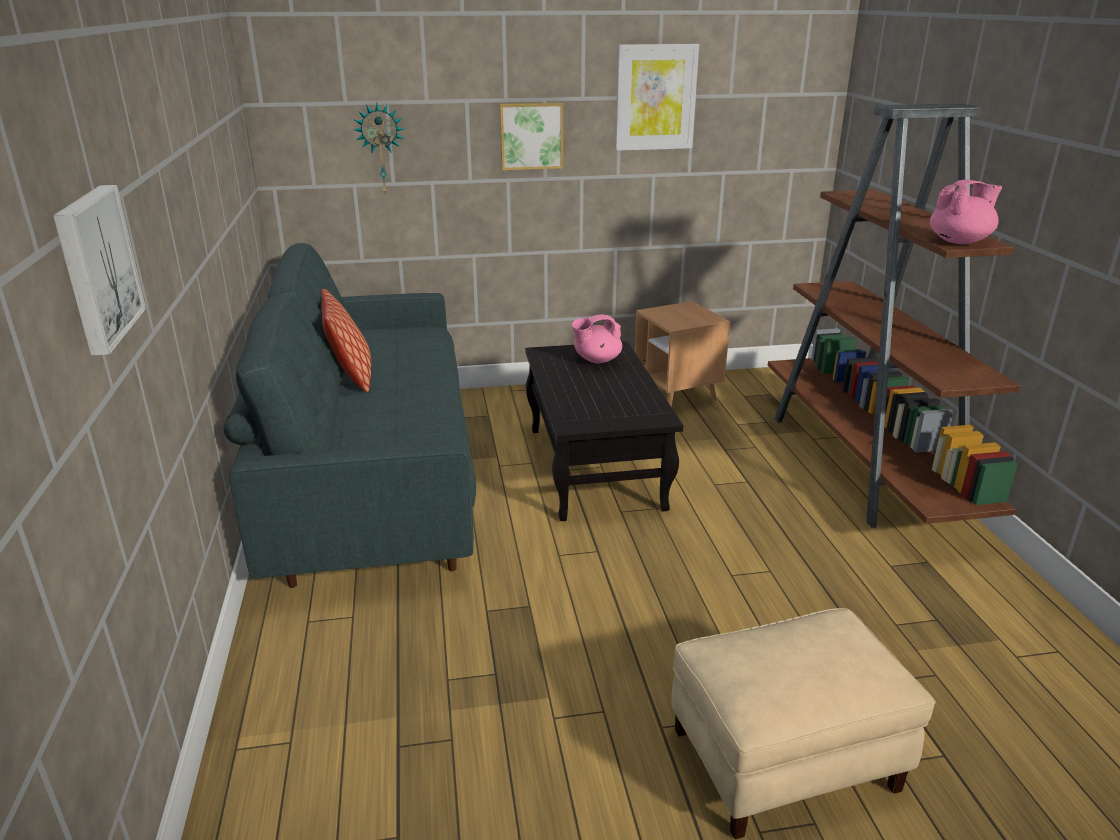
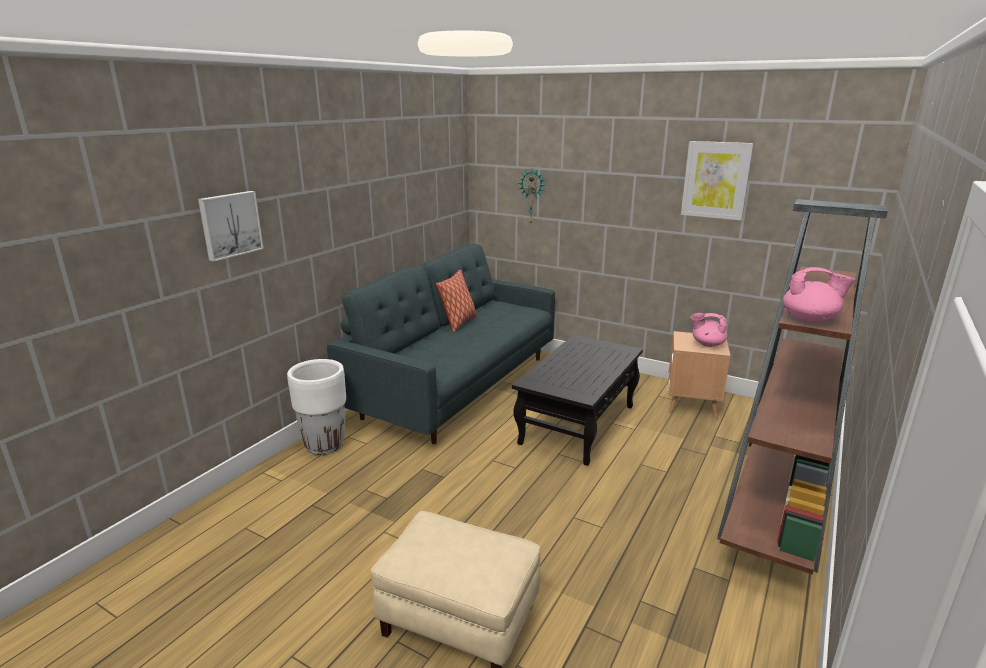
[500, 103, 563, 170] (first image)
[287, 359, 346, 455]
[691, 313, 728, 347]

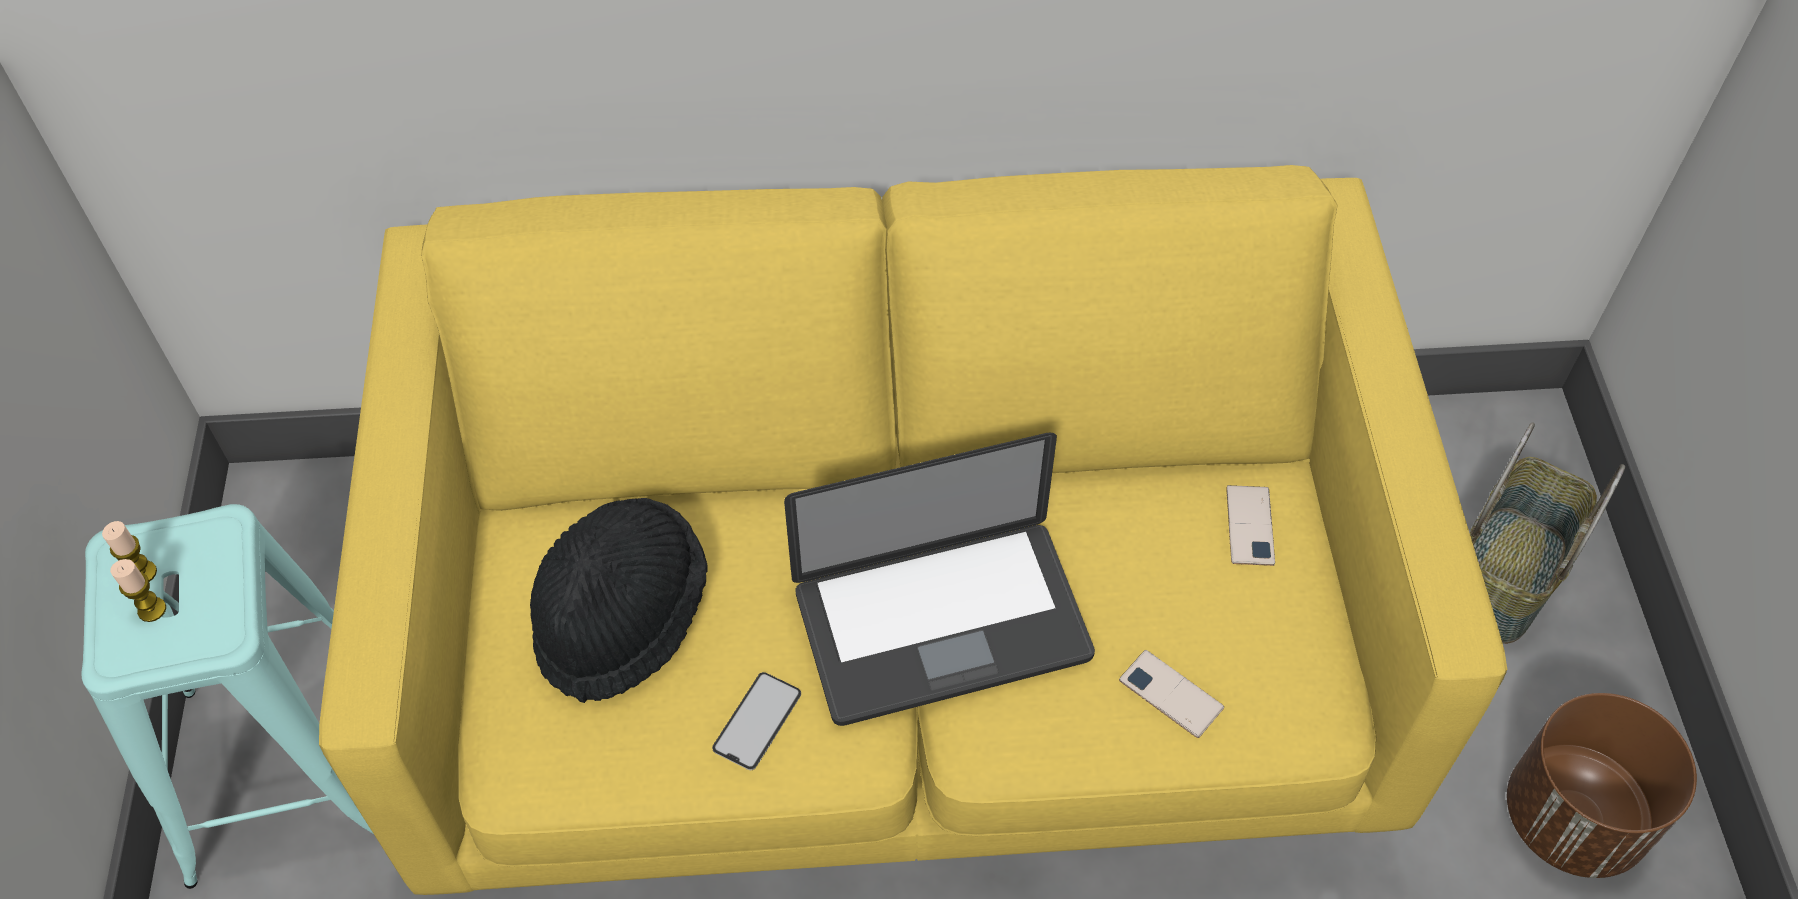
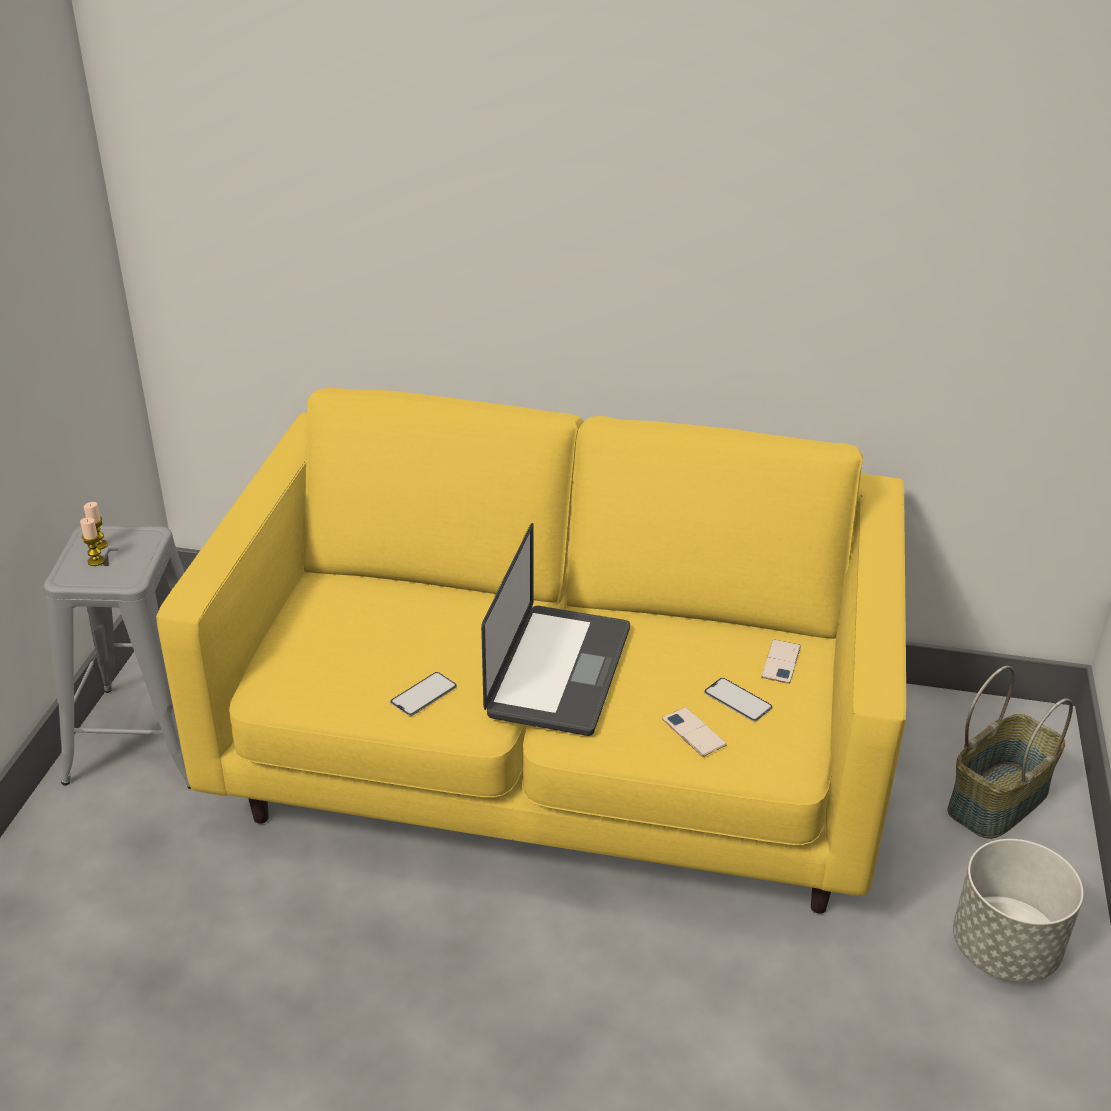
[530, 498, 708, 703] (first image)
[704, 678, 772, 722]
[44, 525, 191, 789]
[953, 839, 1084, 982]
[481, 523, 630, 736]

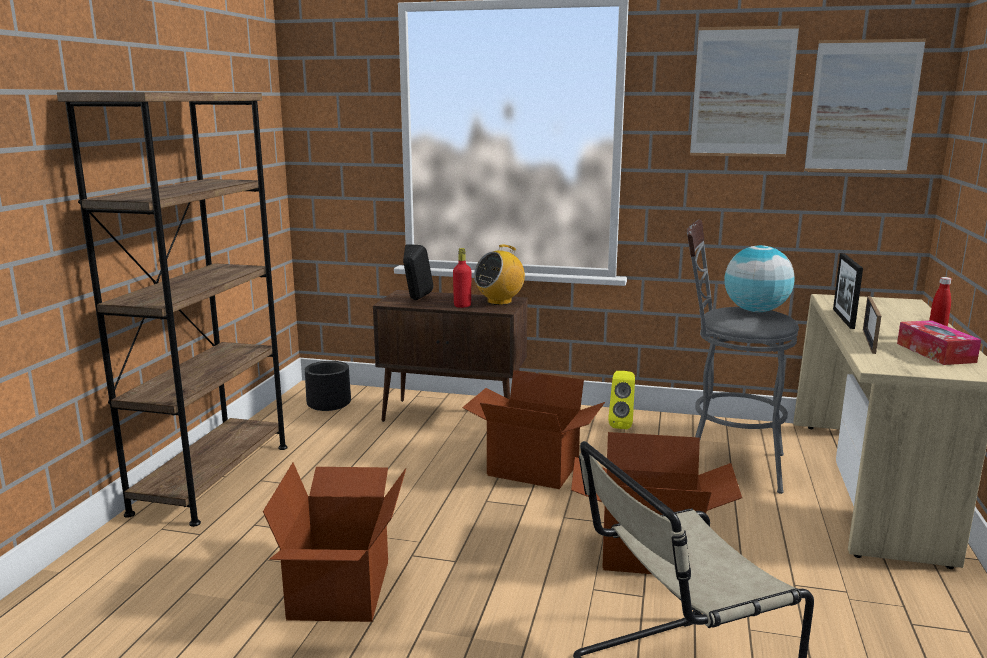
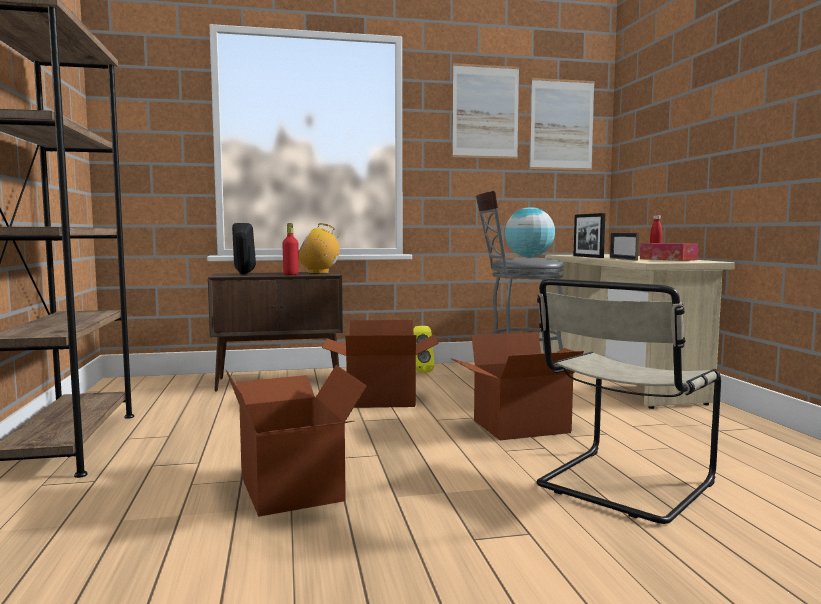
[305, 361, 351, 411] (first image)
[298, 223, 341, 274]

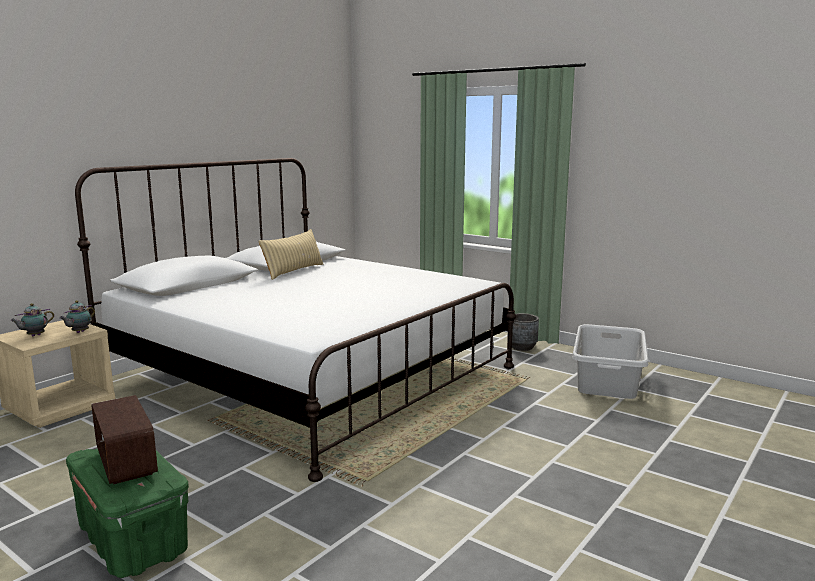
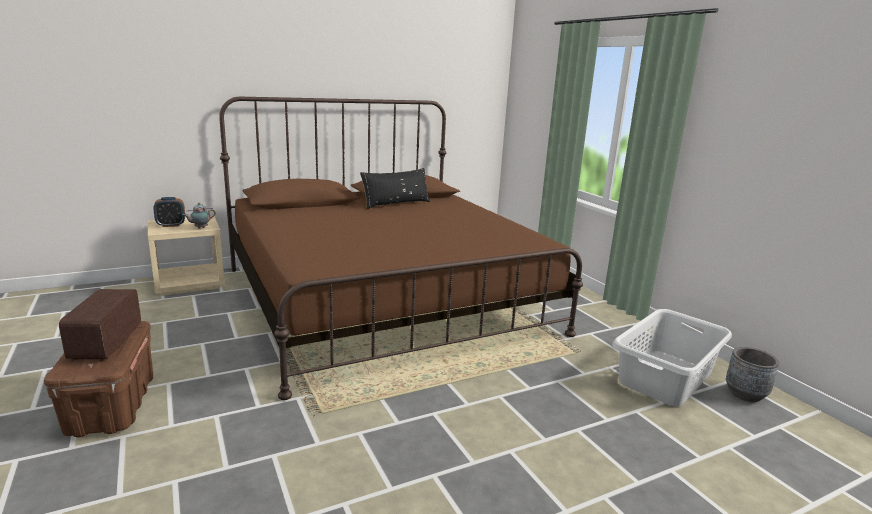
[726, 347, 779, 402]
[153, 197, 185, 227]
[44, 321, 153, 438]
[219, 97, 583, 400]
[360, 168, 430, 209]

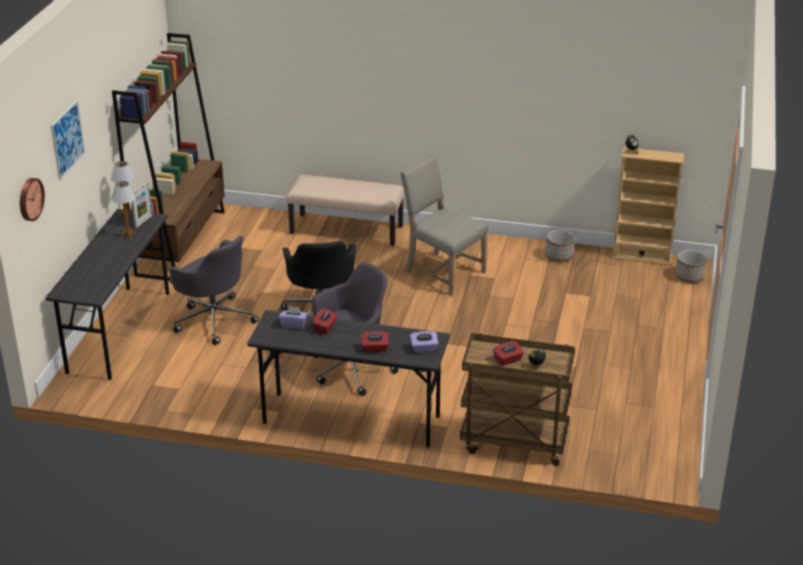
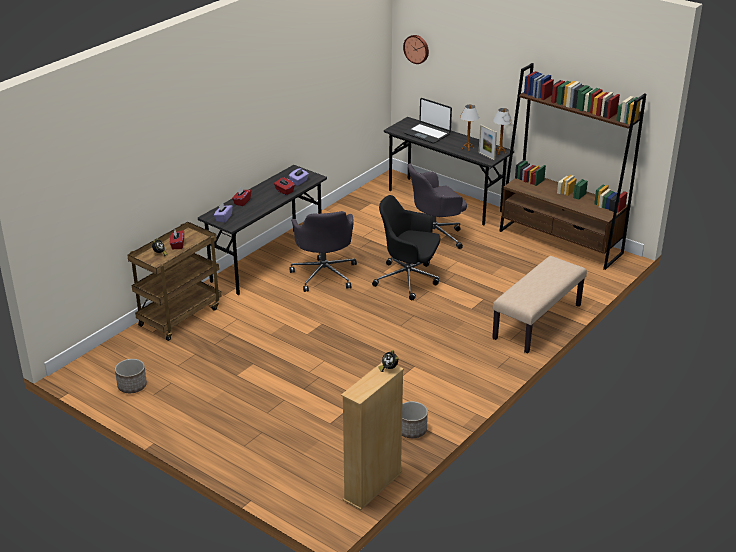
[51, 100, 85, 180] (first image)
[400, 155, 489, 296] (first image)
[403, 98, 452, 143]
[115, 359, 147, 393]

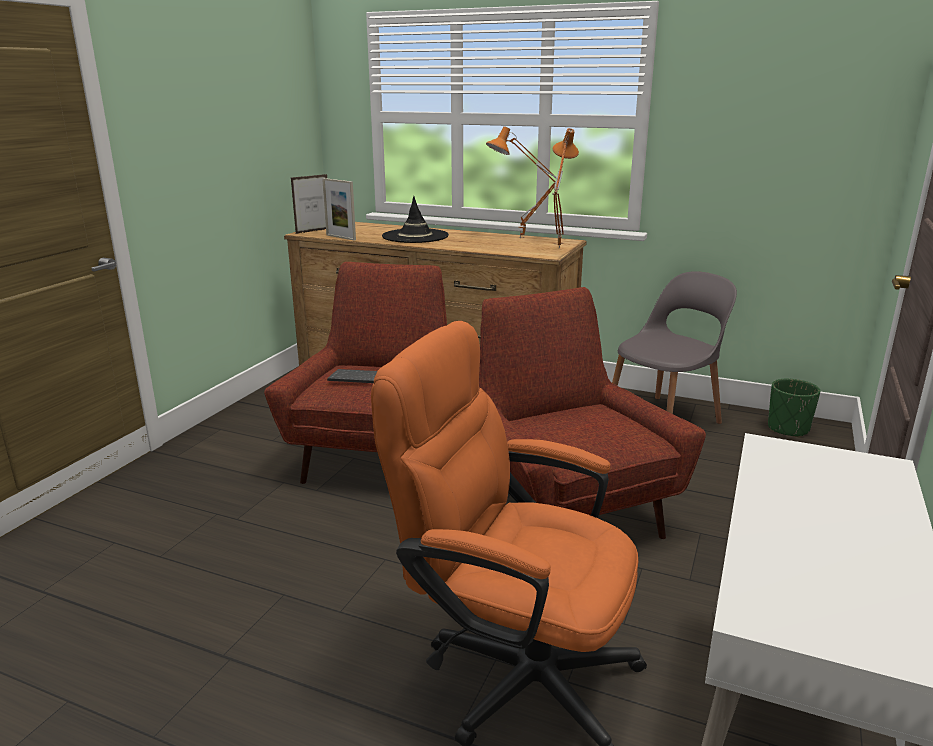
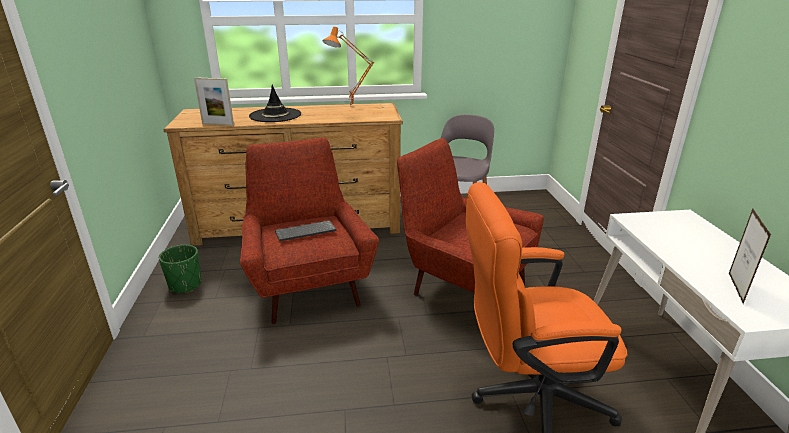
[552, 128, 579, 248] (first image)
[729, 208, 771, 304]
[159, 245, 202, 293]

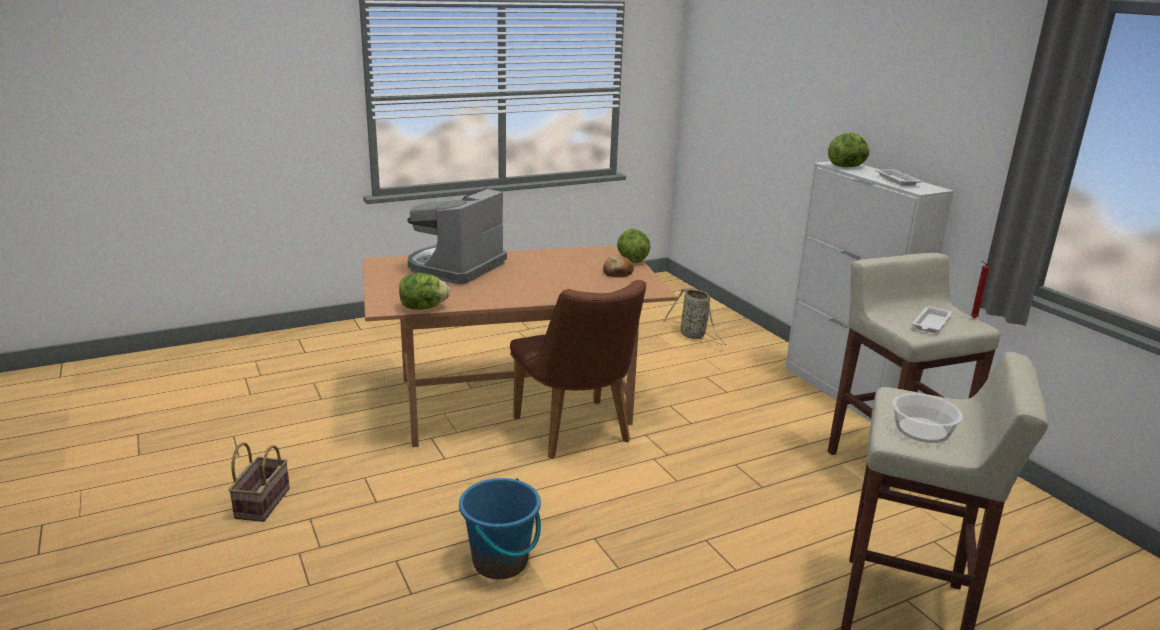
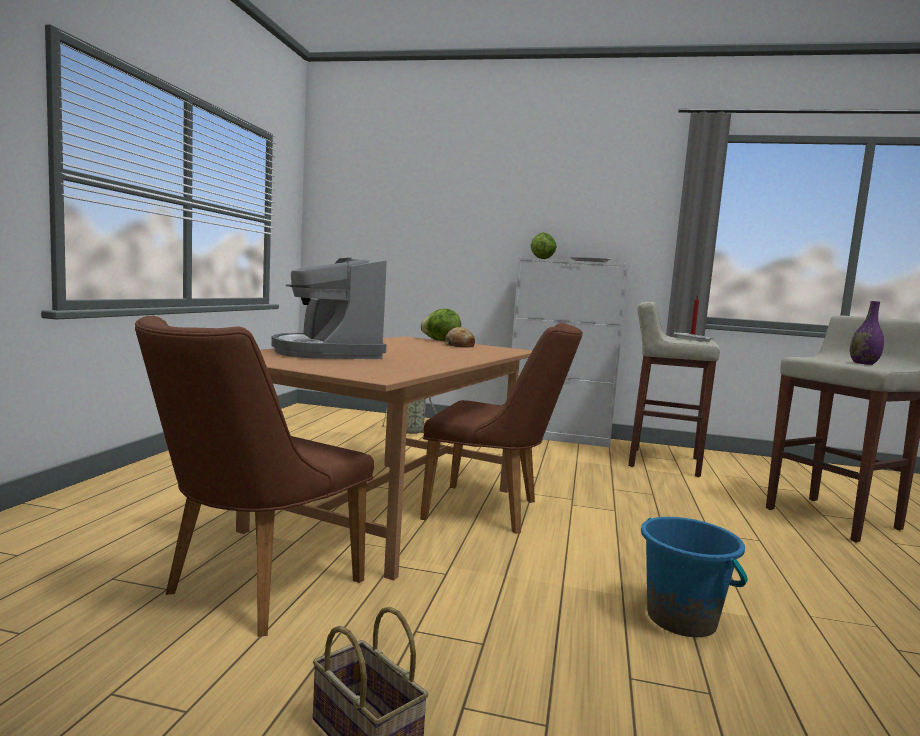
[399, 273, 450, 310] (first image)
[135, 316, 374, 637]
[850, 301, 884, 365]

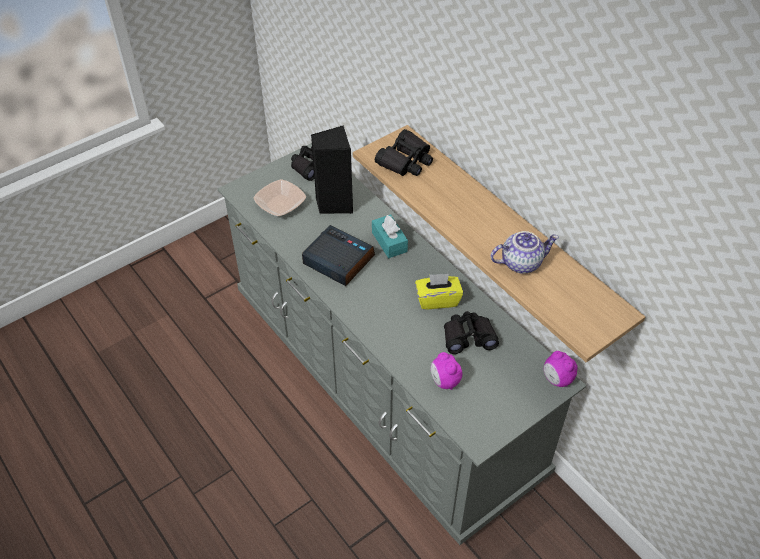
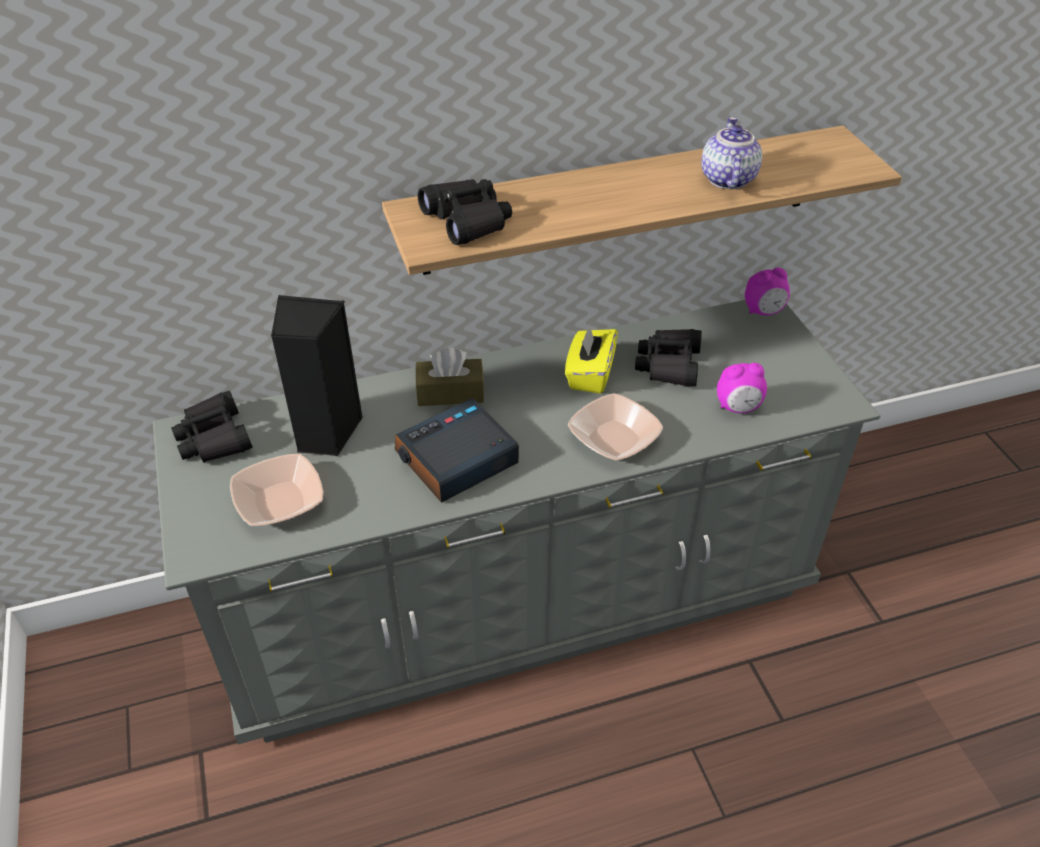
[568, 393, 663, 461]
[416, 348, 485, 406]

